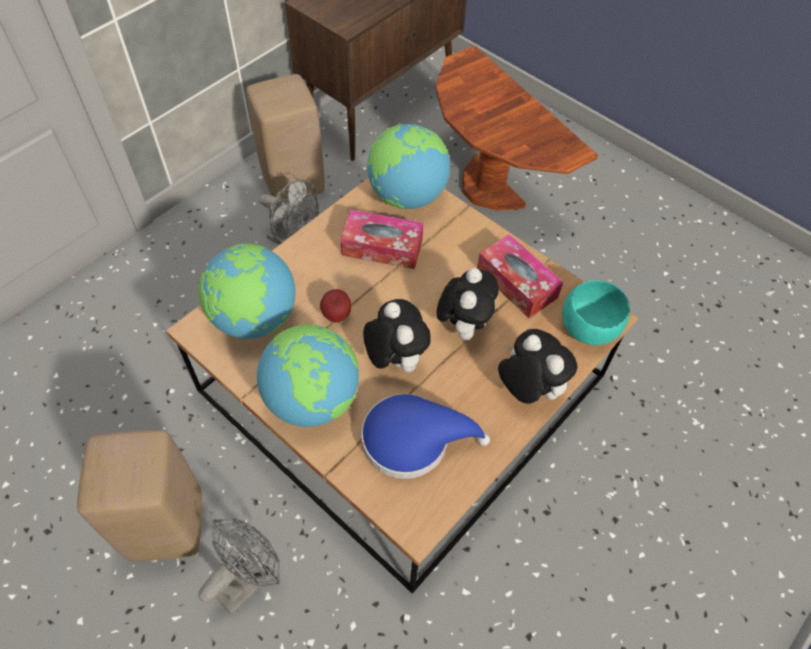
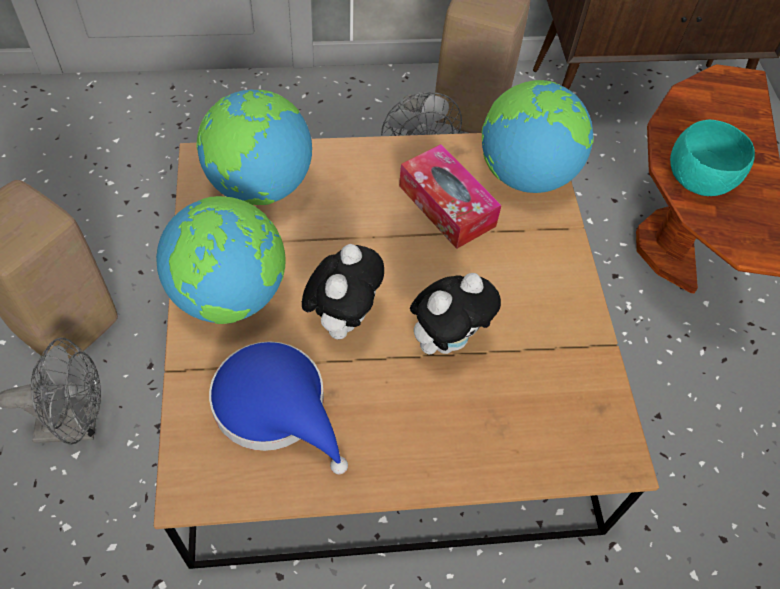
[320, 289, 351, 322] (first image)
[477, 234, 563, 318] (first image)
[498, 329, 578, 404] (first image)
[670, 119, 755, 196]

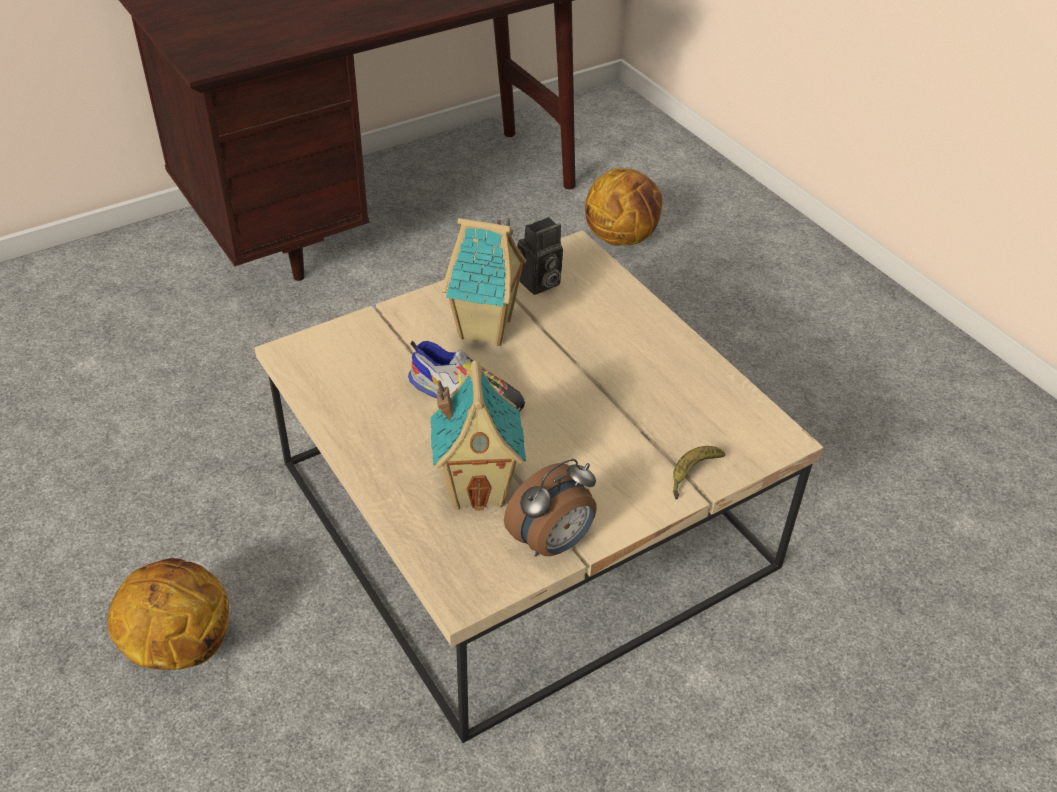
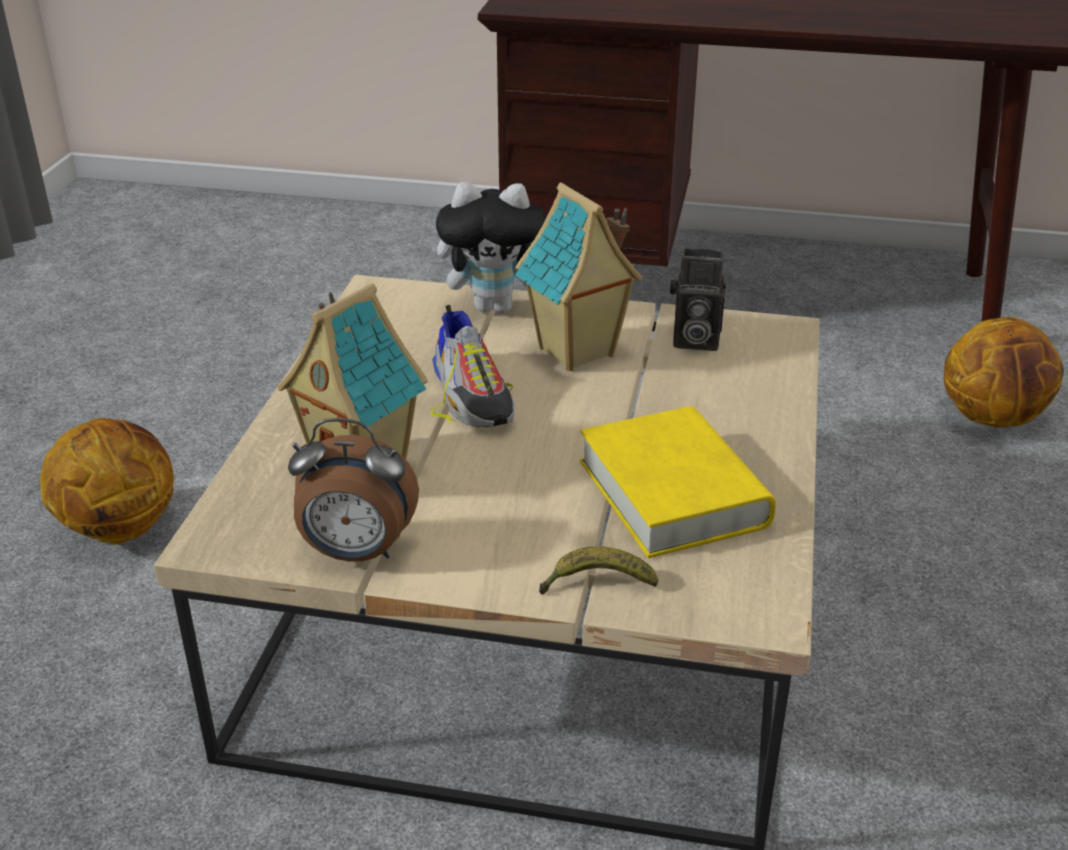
[436, 182, 546, 313]
[580, 407, 776, 558]

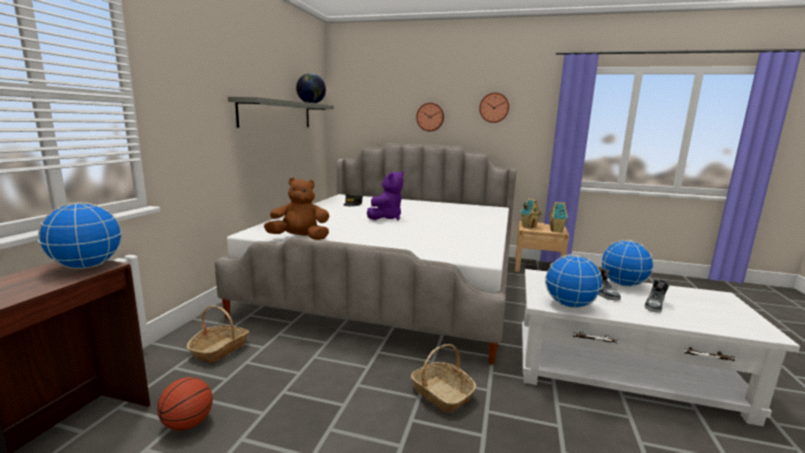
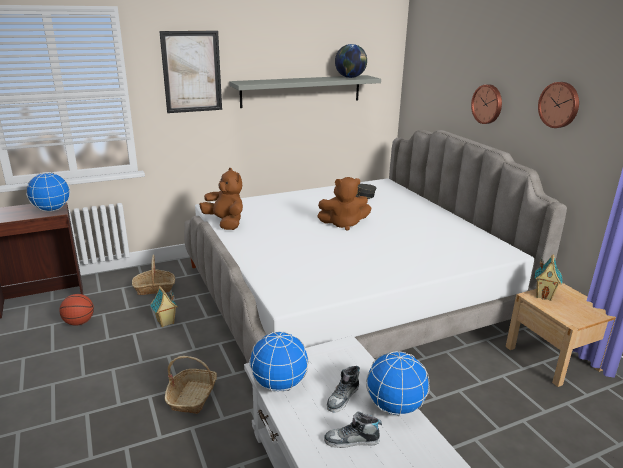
[159, 31, 222, 113]
[150, 286, 178, 327]
[317, 177, 371, 231]

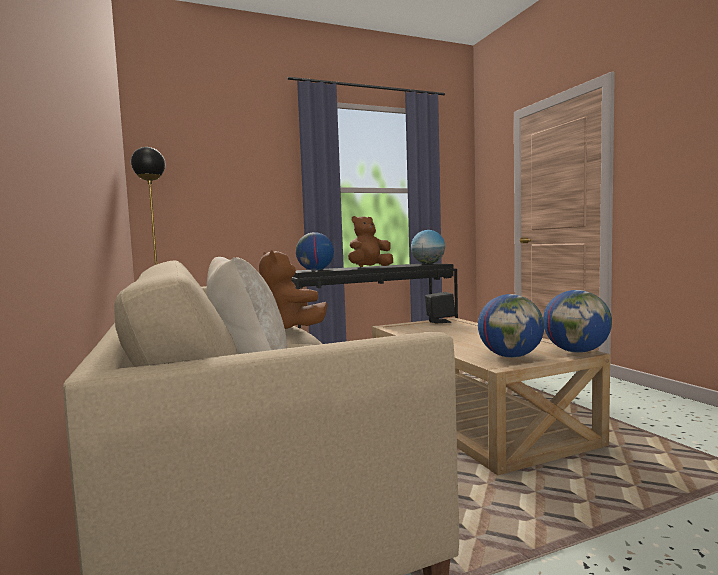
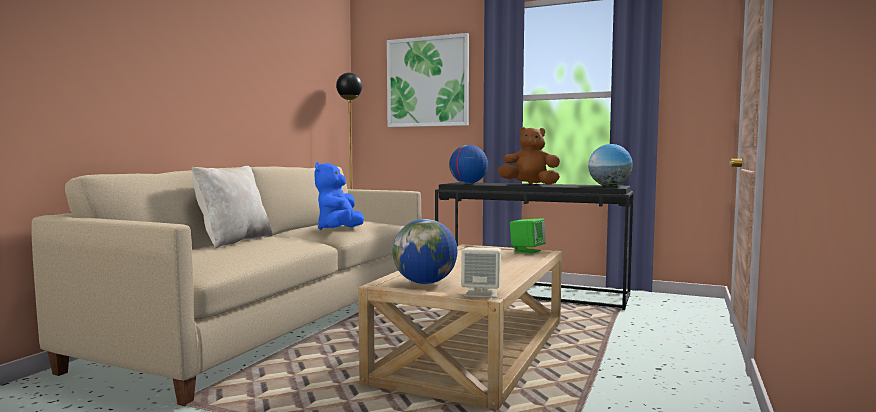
[387, 33, 469, 127]
[461, 247, 501, 298]
[314, 162, 364, 230]
[510, 219, 546, 254]

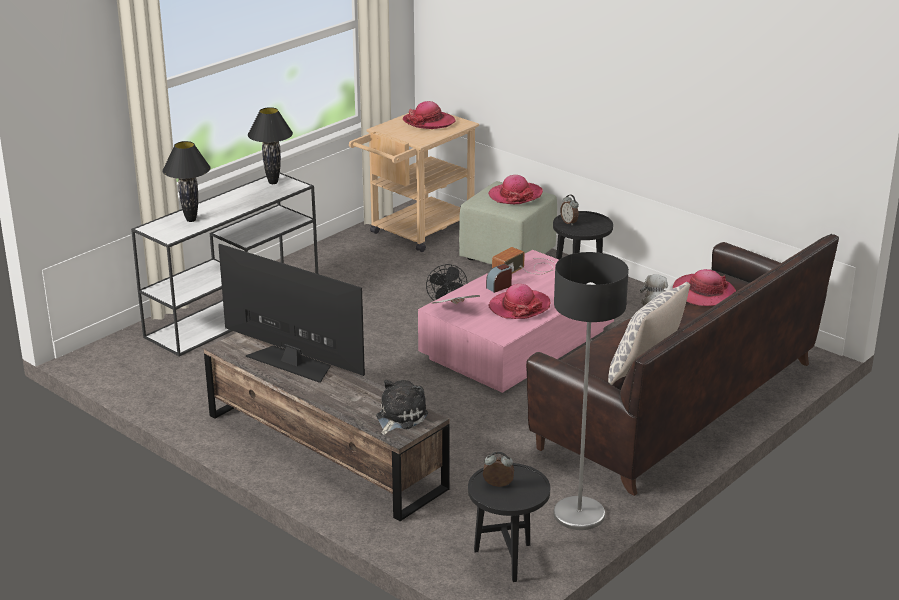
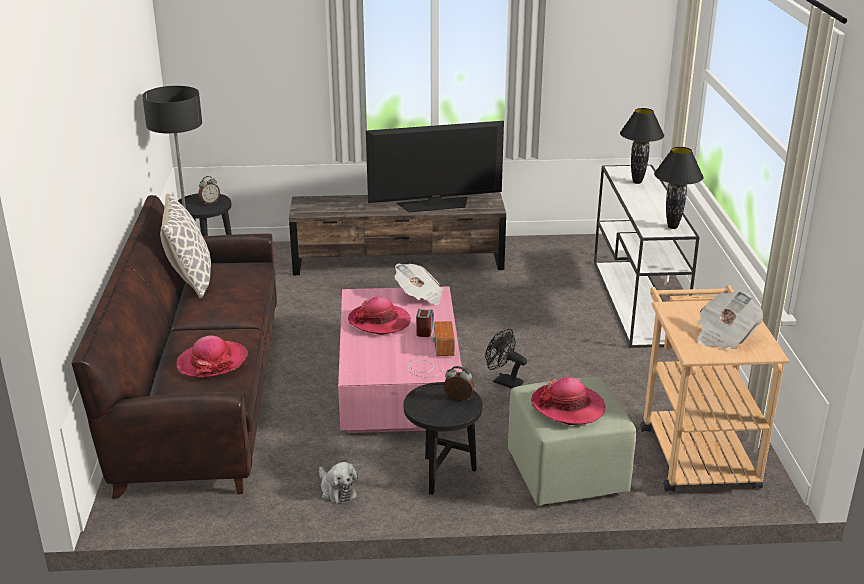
[376, 380, 428, 435] (first image)
[697, 291, 763, 349]

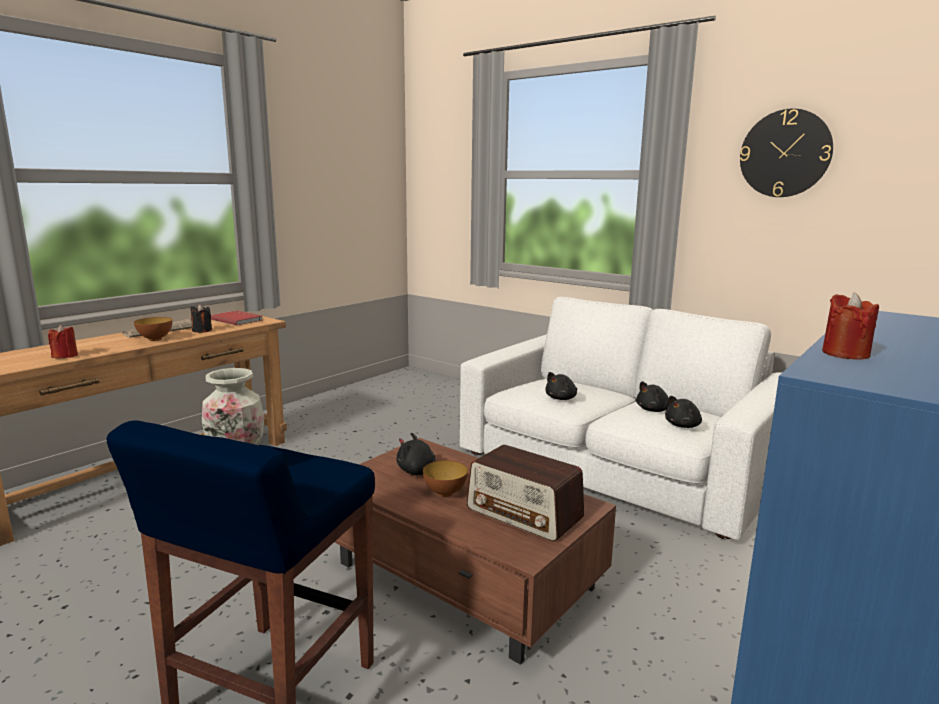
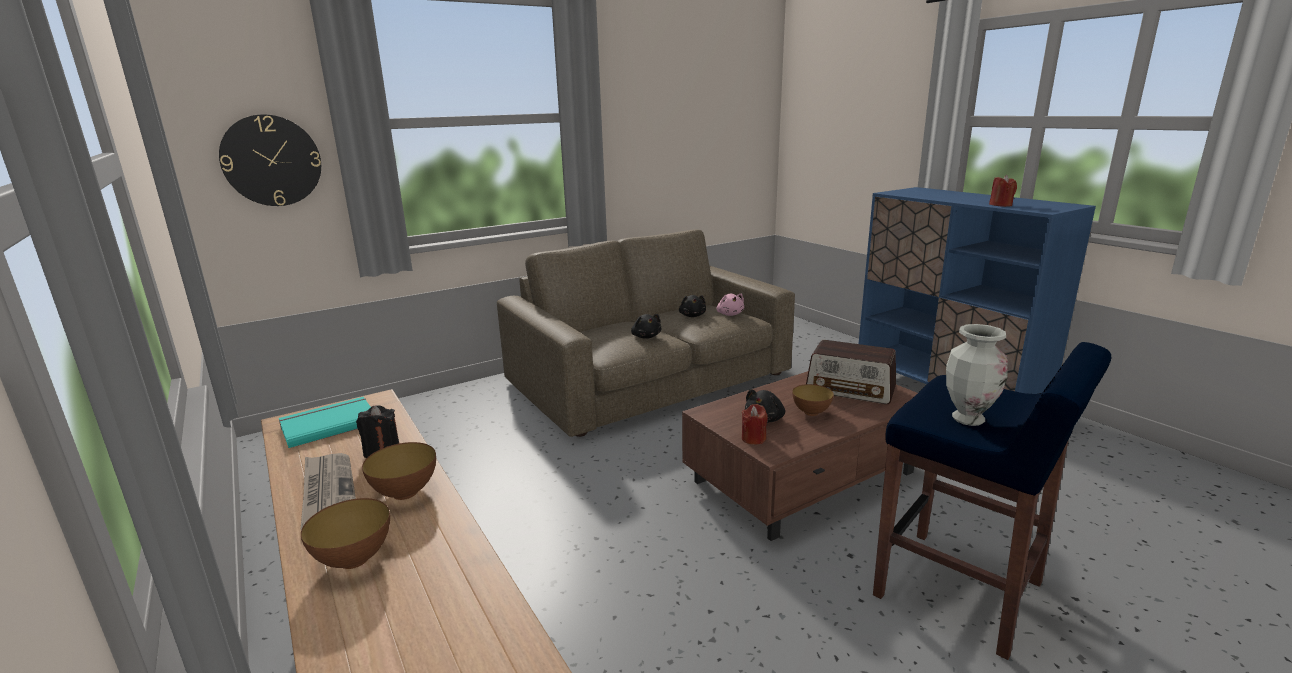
[301, 498, 390, 569]
[742, 404, 768, 445]
[219, 114, 321, 206]
[279, 397, 371, 448]
[497, 229, 795, 437]
[717, 294, 744, 316]
[806, 340, 896, 404]

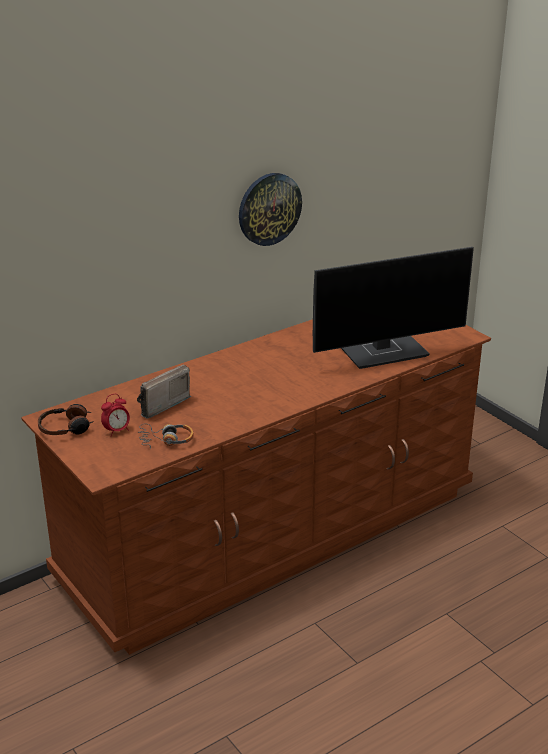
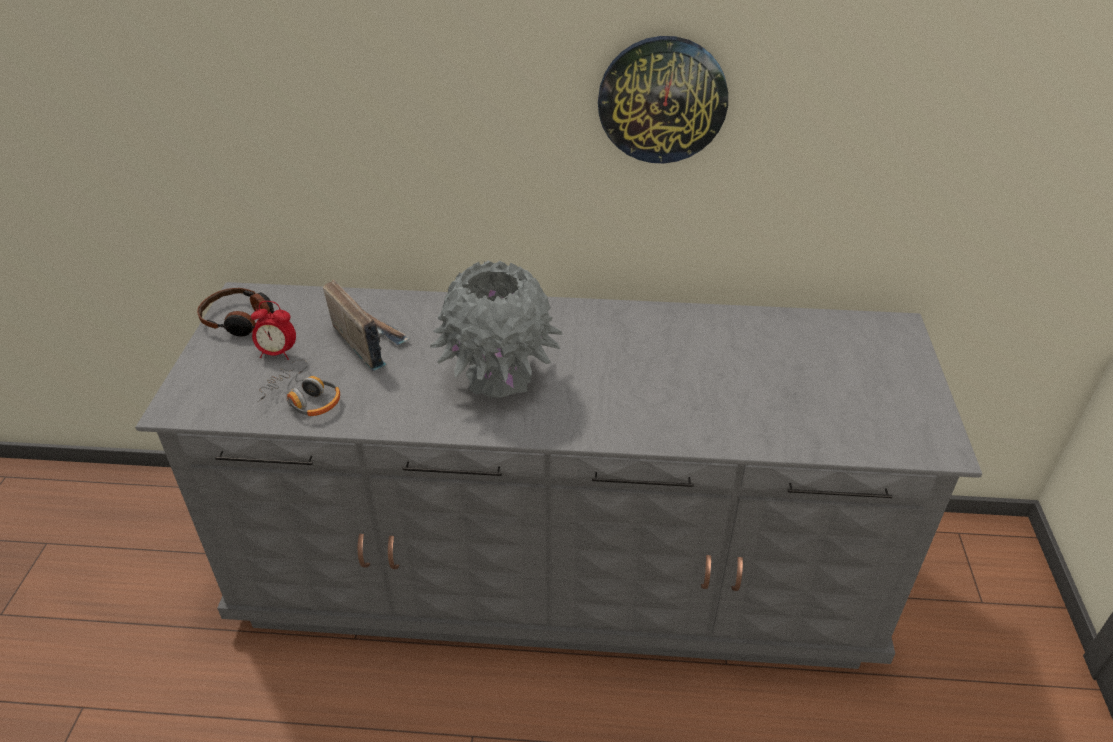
[313, 247, 474, 369] (first image)
[430, 260, 562, 398]
[135, 282, 982, 669]
[323, 280, 410, 371]

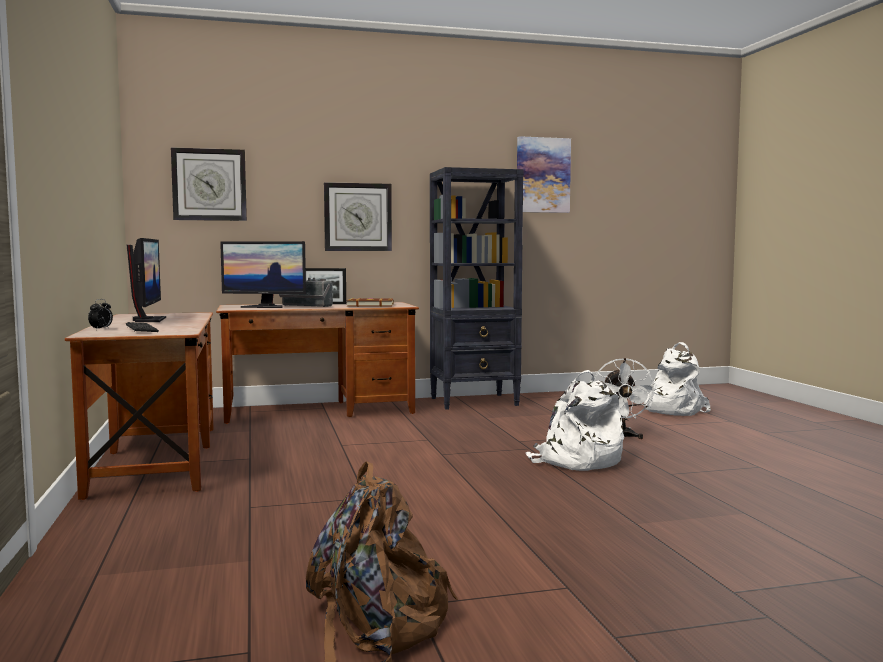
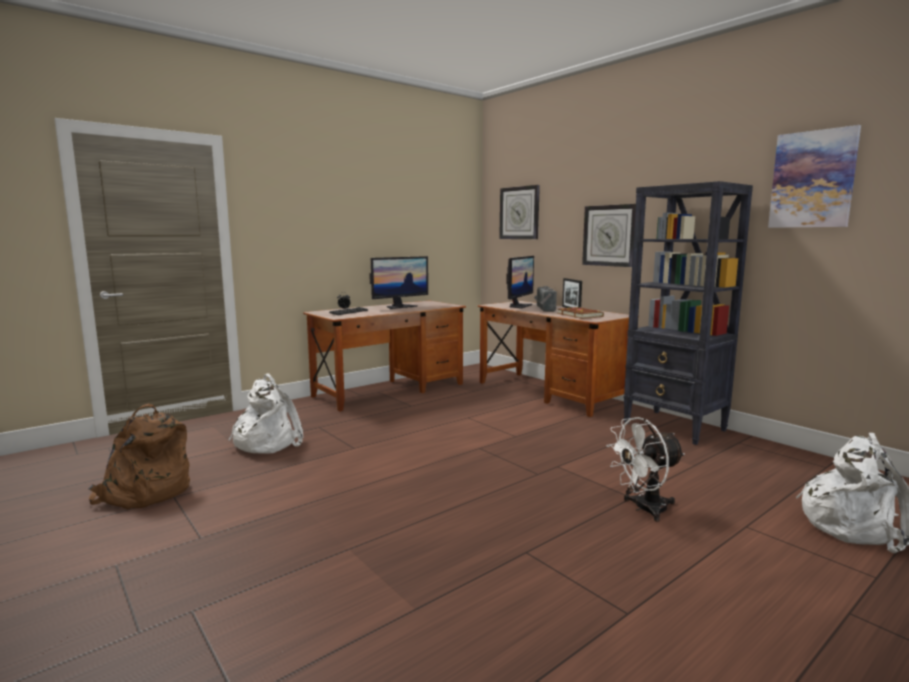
[228, 373, 304, 454]
[506, 256, 534, 309]

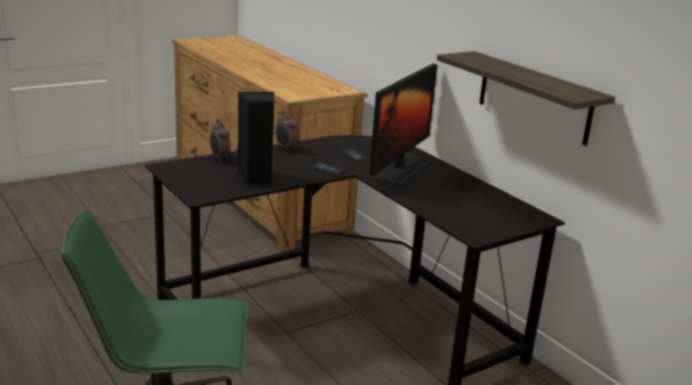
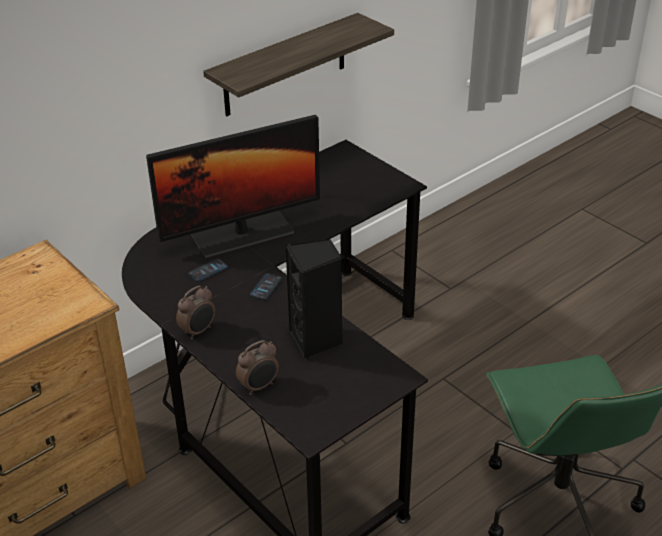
[146, 115, 320, 258]

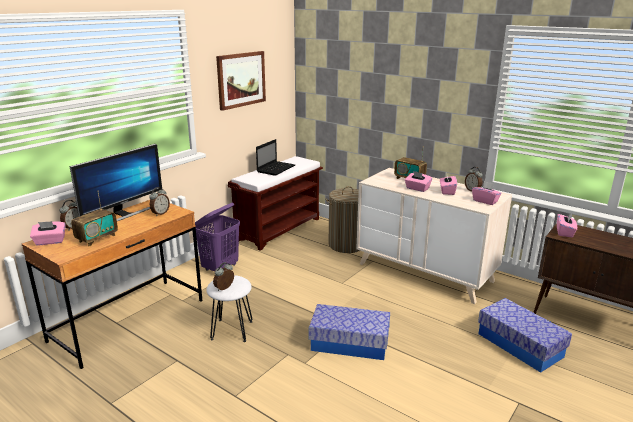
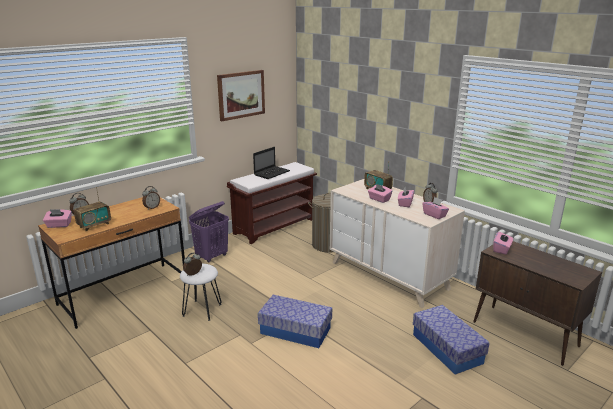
[69, 144, 162, 221] (first image)

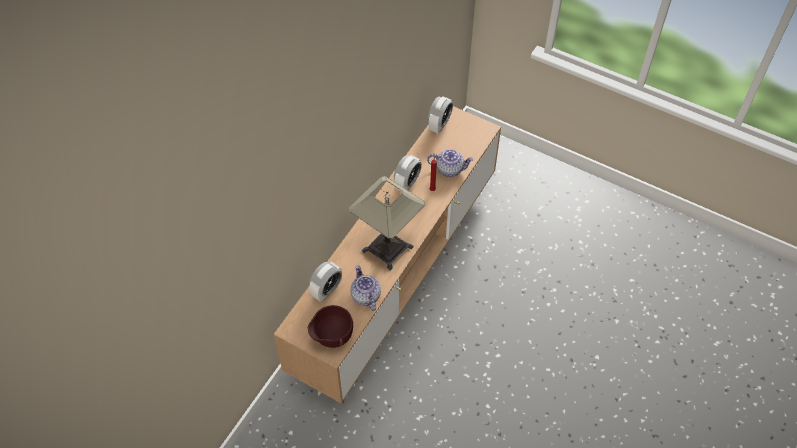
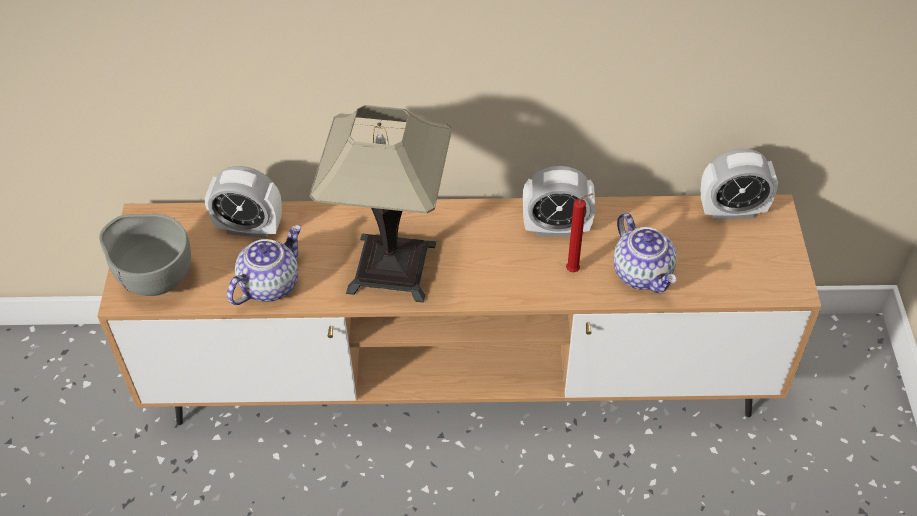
[99, 214, 191, 296]

